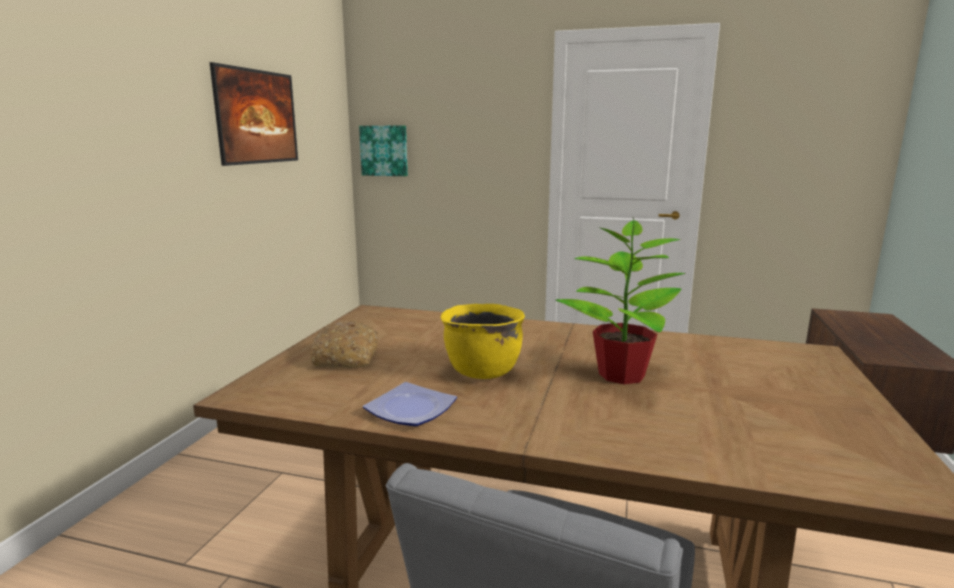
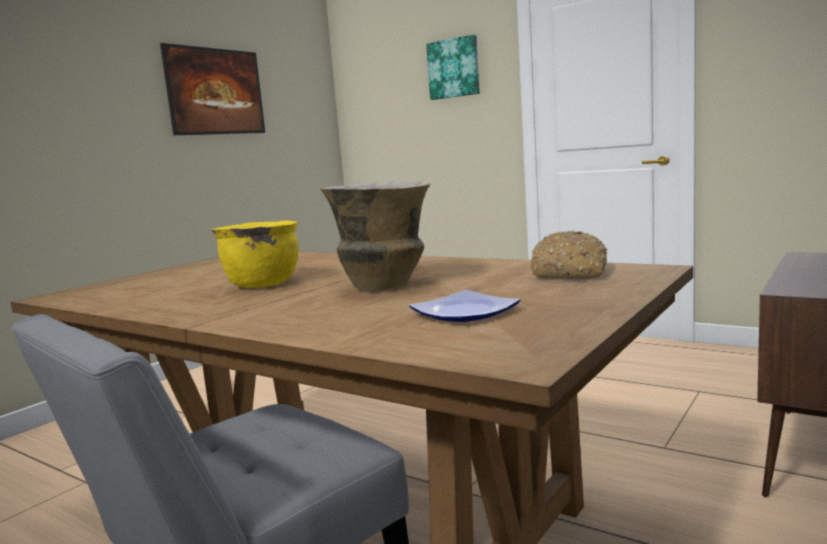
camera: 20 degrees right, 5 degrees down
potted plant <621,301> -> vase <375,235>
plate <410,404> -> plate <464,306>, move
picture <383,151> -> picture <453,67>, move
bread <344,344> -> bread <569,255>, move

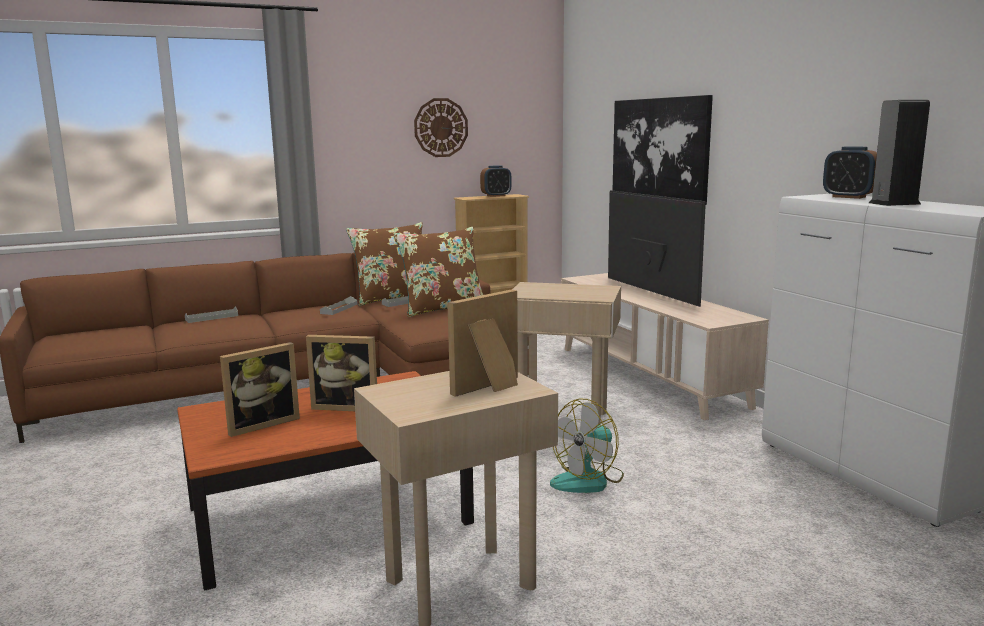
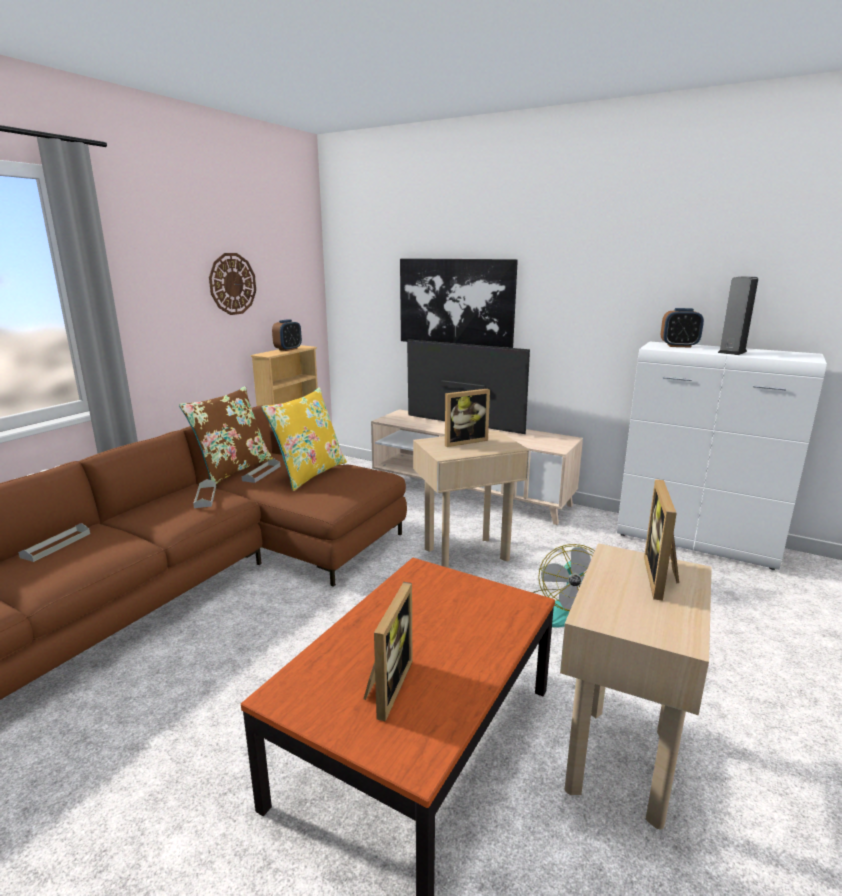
camera: 35 degrees left, 5 degrees up
brown pillow <438,272> -> yellow pillow <304,439>
picture frame <341,373> -> picture frame <467,418>, move

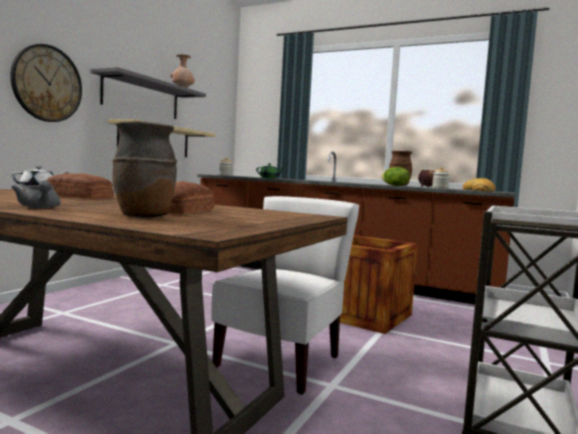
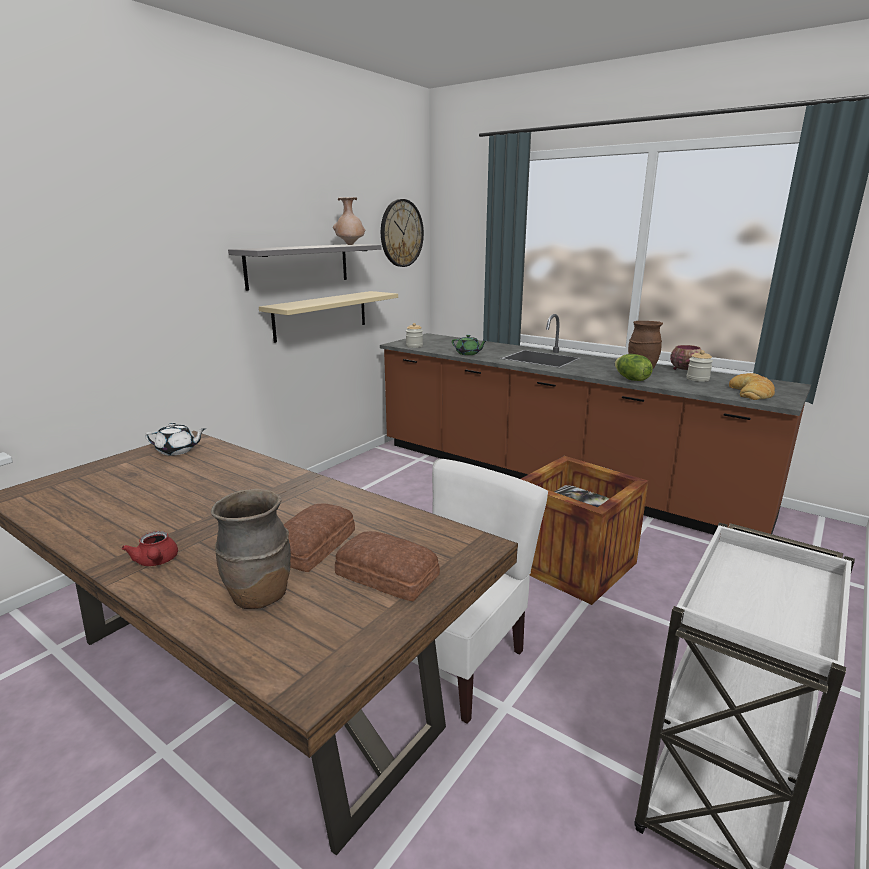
camera: 10 degrees right, 15 degrees up
grey teapot <35,194> -> red teapot <149,548>
bread <80,186> -> bread <387,566>, move
wall clock <46,83> -> wall clock <402,233>, move

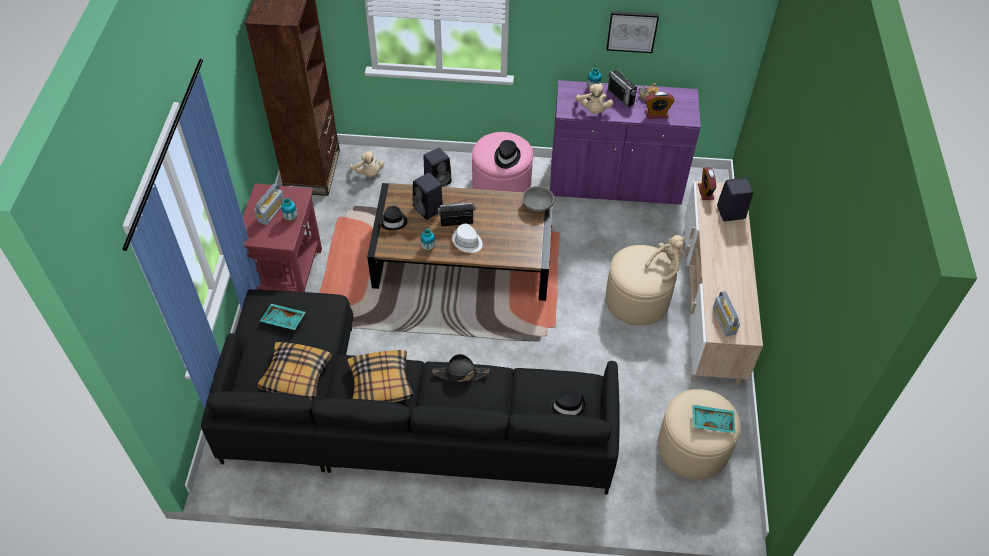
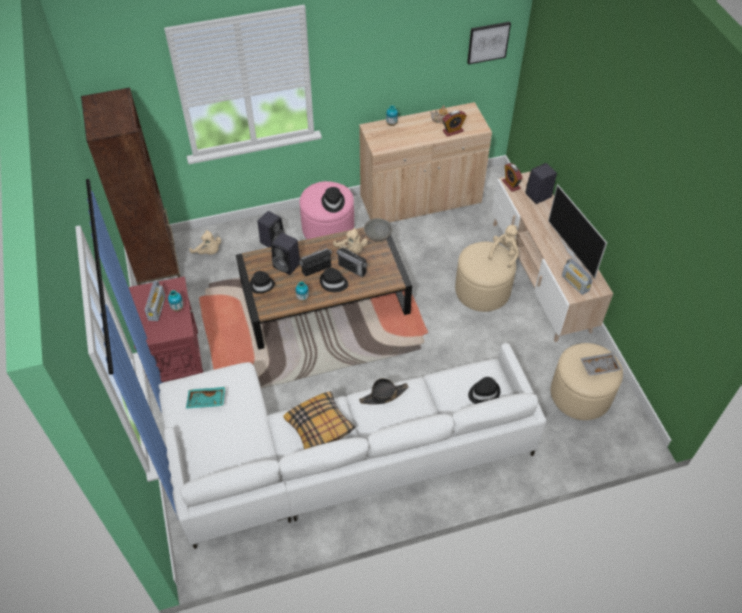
camera: 20 degrees left, 0 degrees up
black sofa <410,392> -> white sofa <352,446>
white hat <467,238> -> black hat <334,279>
beige plush toy <594,98> -> beige plush toy <350,241>, move
radio <622,86> -> radio <351,261>, move
purple cabinet <625,142> -> beige cabinet <425,162>
picture <632,32> -> picture <489,43>, move
none -> television <577,231>
turquoise tray <713,419> -> grey tray <600,364>
pillow <294,371> -> none

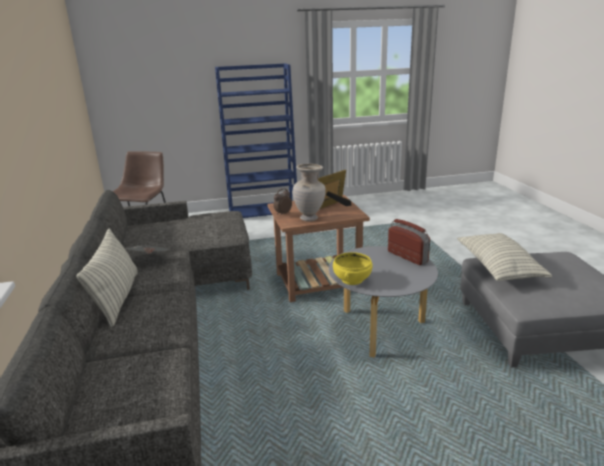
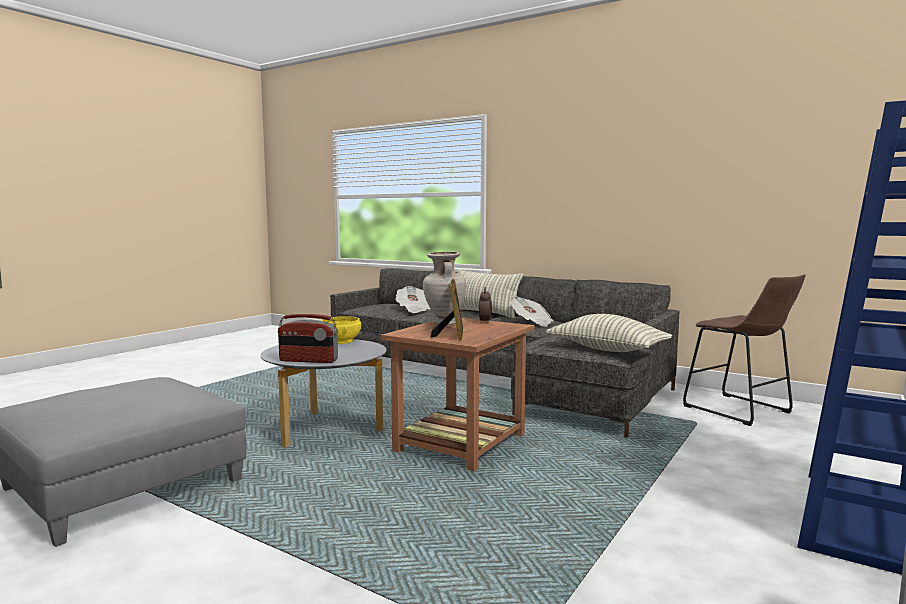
camera: 135 degrees right, 15 degrees down
none -> newspaper <412,299>
pillow <504,257> -> pillow <609,333>, move

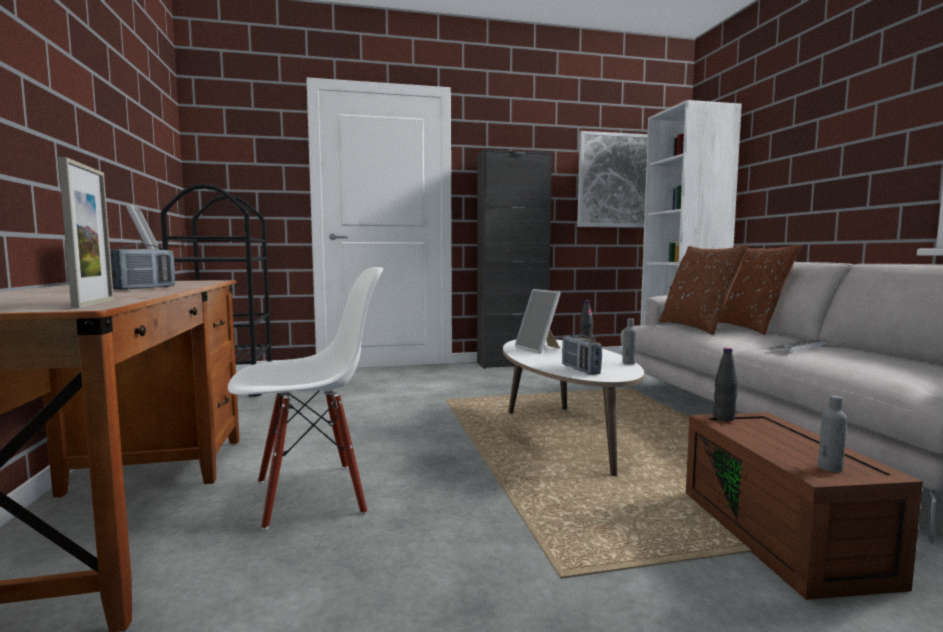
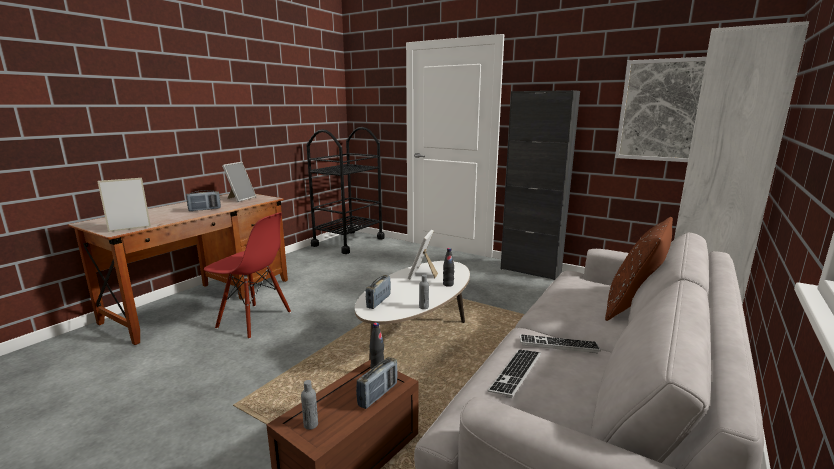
camera: 45 degrees right, 10 degrees up
picture frame <86,232> -> picture frame <124,205>, 150 degrees counterclockwise
white chair <305,398> -> red chair <247,276>
none -> radio <377,383>
none -> keyboard <514,373>
brown pillow <704,289> -> none

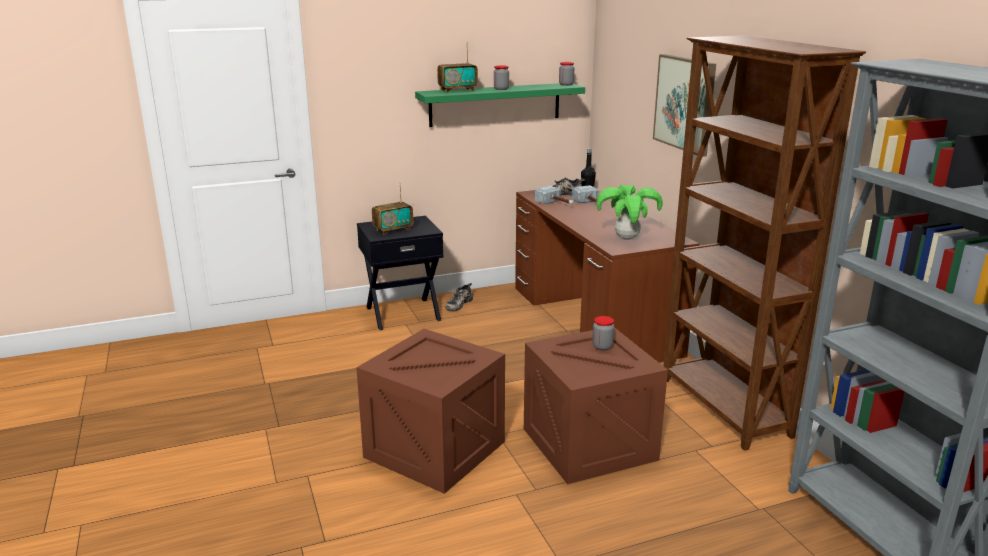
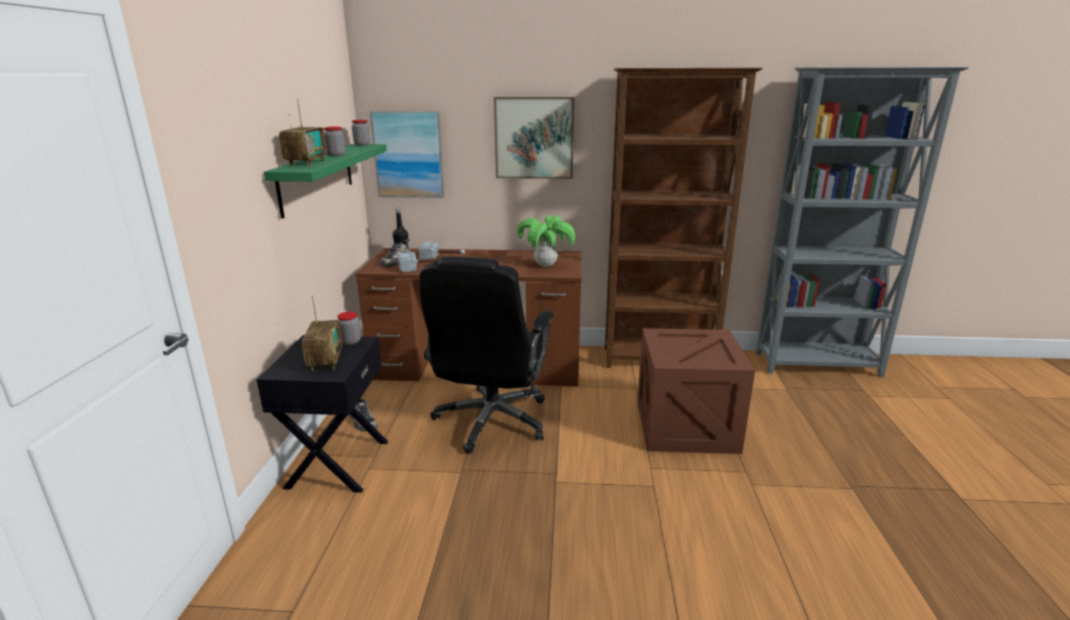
camera: 65 degrees left, 0 degrees up
jar <603,333> -> jar <349,328>, move
none -> picture <407,154>
none -> black office chair <487,355>
crate <430,411> -> none

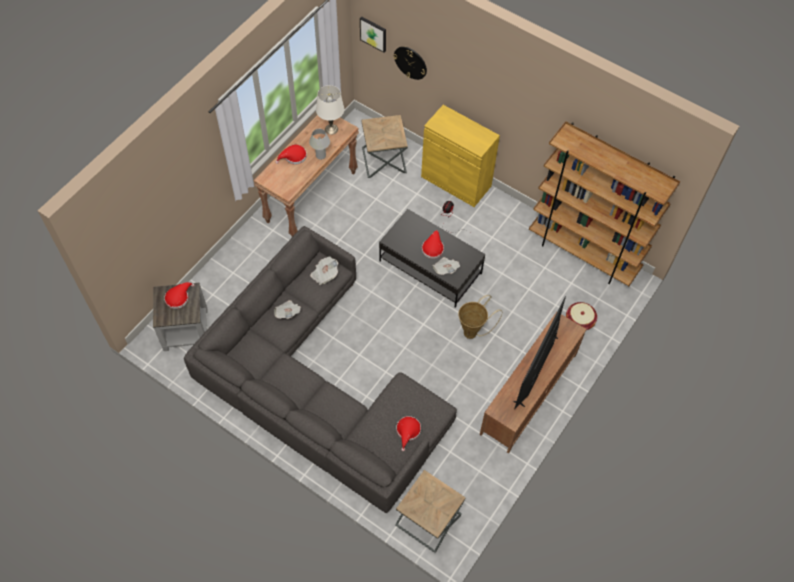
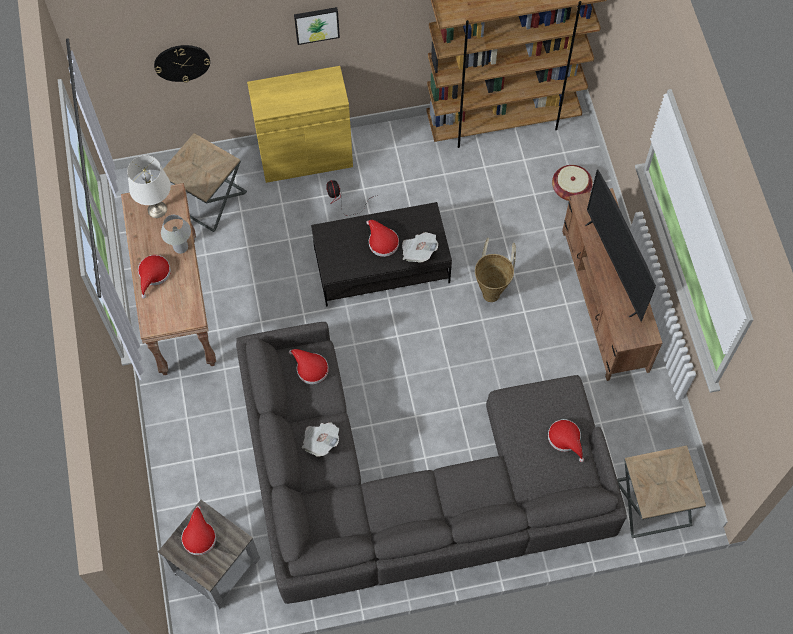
camera: 45 degrees left, 5 degrees up
newspaper <324,270> -> red hat <309,366>
picture <373,34> -> picture <317,26>, move

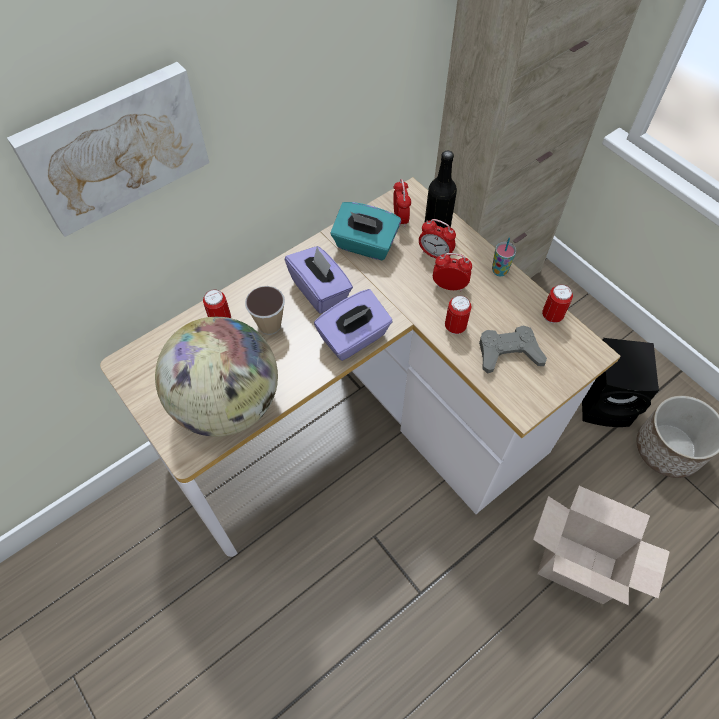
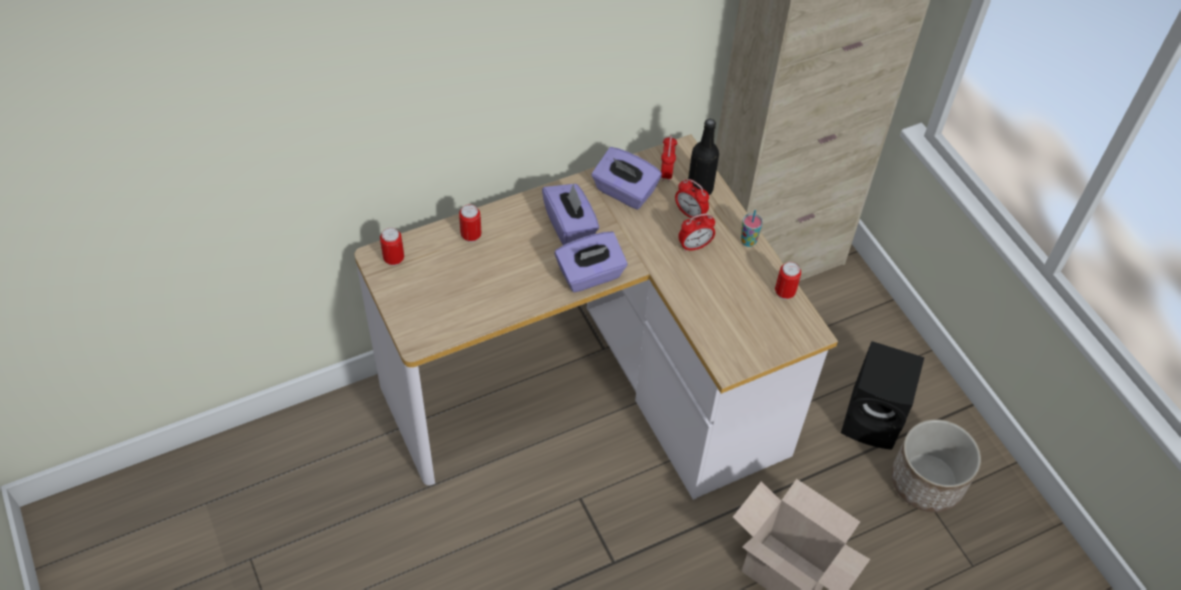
camera: 10 degrees right, 5 degrees down
can <458,315> -> can <392,247>, move
turquoise tissue box <365,231> -> purple tissue box <627,178>
alarm clock <452,272> -> alarm clock <696,232>, 135 degrees clockwise
picture <108,149> -> none
globe <216,377> -> none
cup <265,310> -> none
grey game controller <513,350> -> none

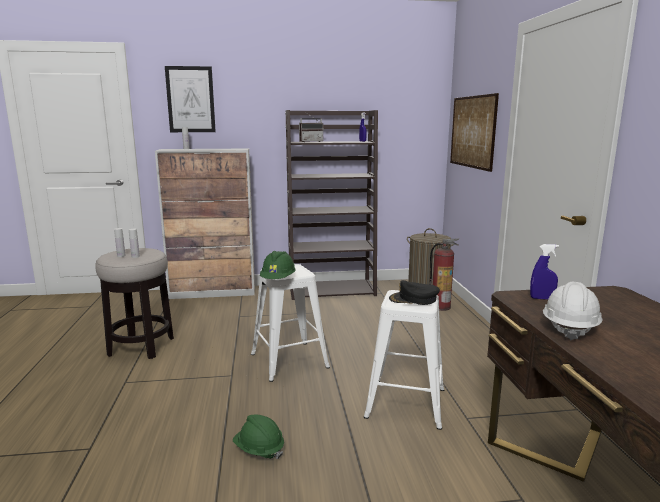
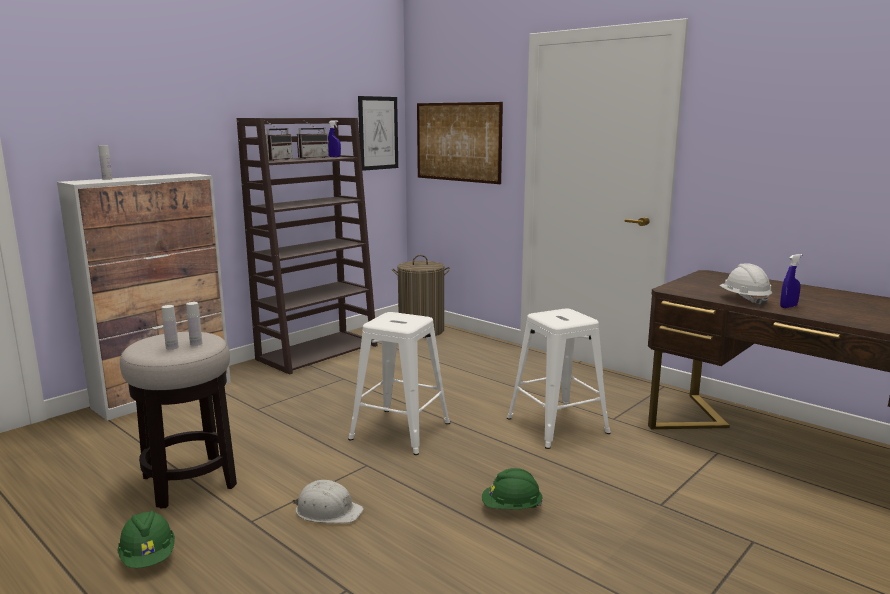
camera: 40 degrees left, 0 degrees up
green hard hat <278,265> -> green hard hat <146,539>, move
none -> white hard hat <328,501>
none -> radio <313,140>
picture <190,99> -> picture <378,133>, move
blue spray bottle <544,272> -> blue spray bottle <791,281>, move
black cap <414,292> -> none
fire extinguisher <444,274> -> none

